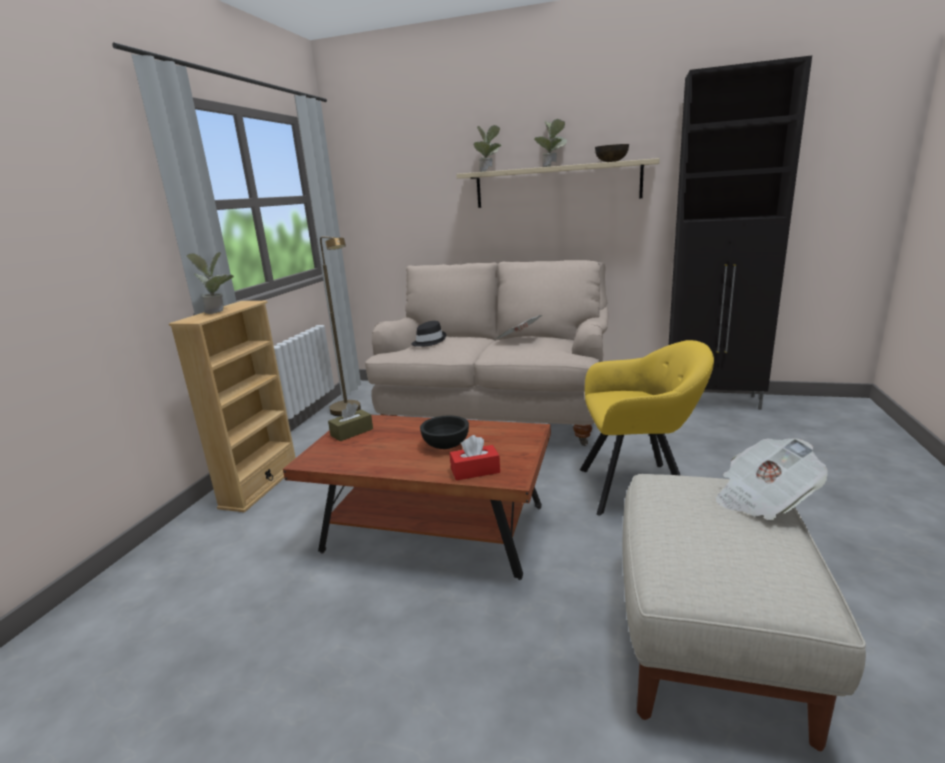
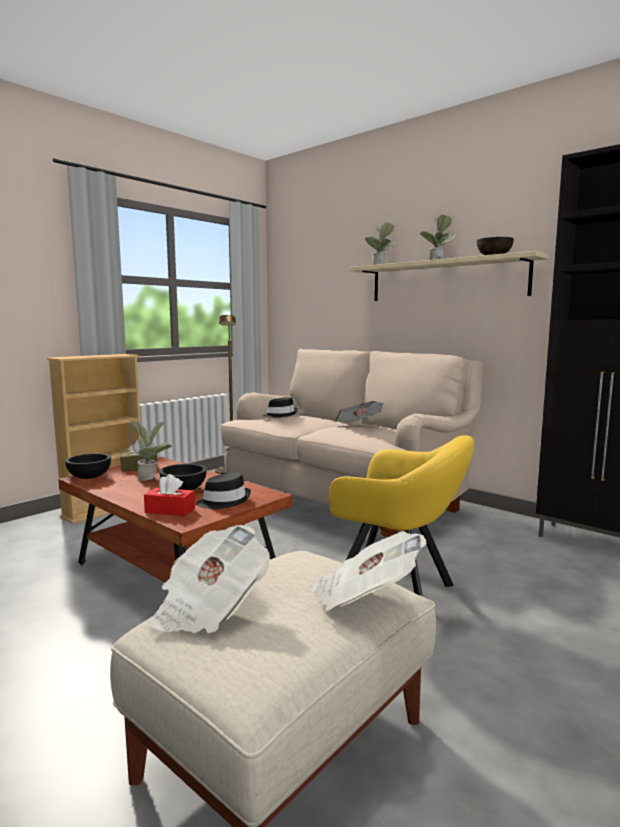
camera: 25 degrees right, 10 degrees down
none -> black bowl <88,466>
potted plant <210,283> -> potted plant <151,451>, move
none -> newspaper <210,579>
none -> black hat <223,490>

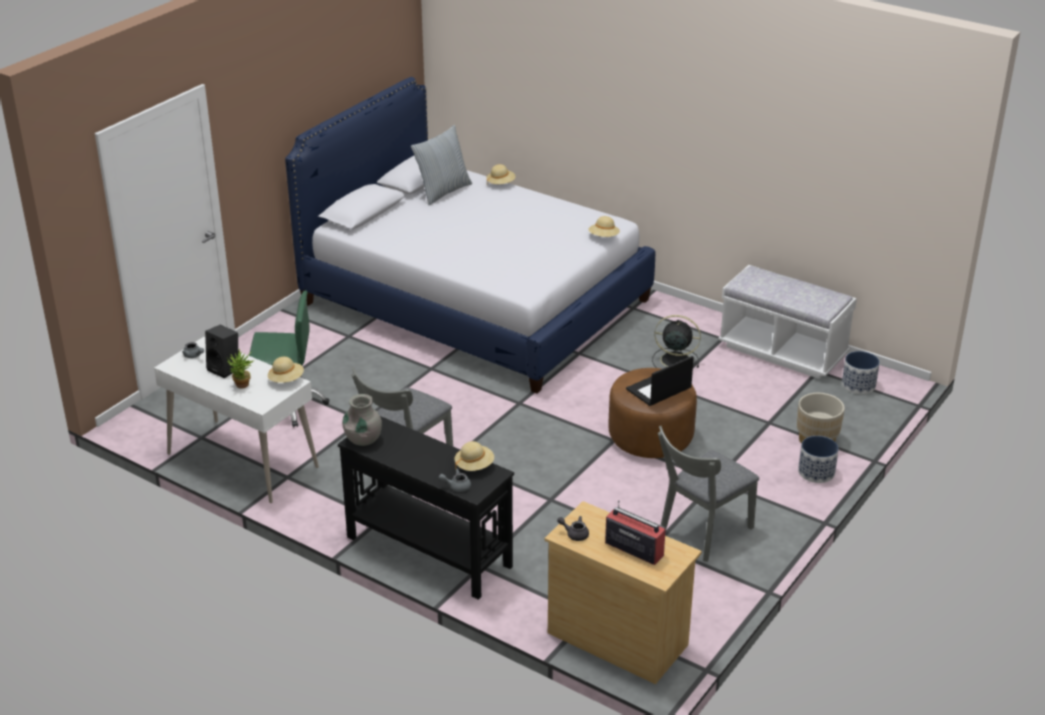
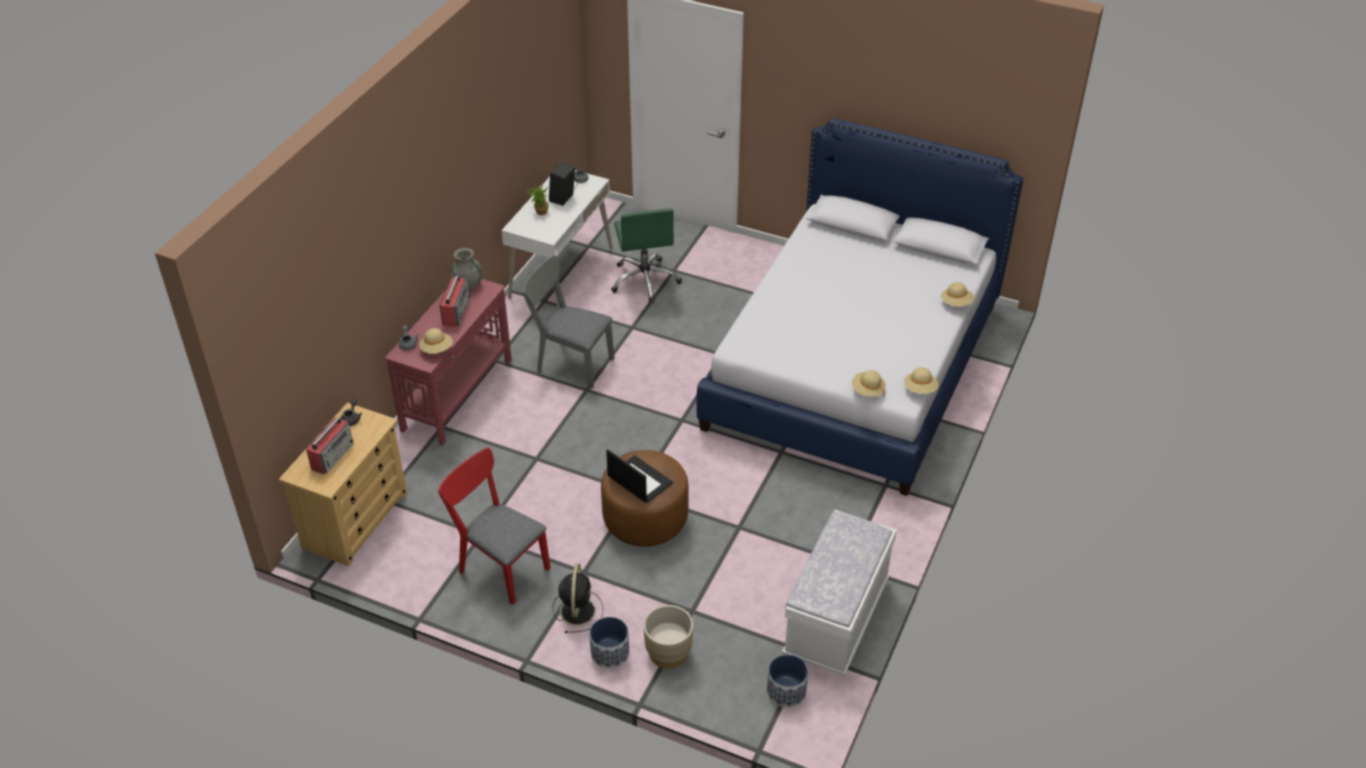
camera: 80 degrees right, 10 degrees up
black console table <426,508> -> red console table <448,362>
grey chair <708,494> -> red chair <494,526>
none -> radio <455,300>
black fan <676,341> -> black fan <577,598>, move
beige hat <286,370> -> beige hat <921,380>, move
pillow <441,165> -> none

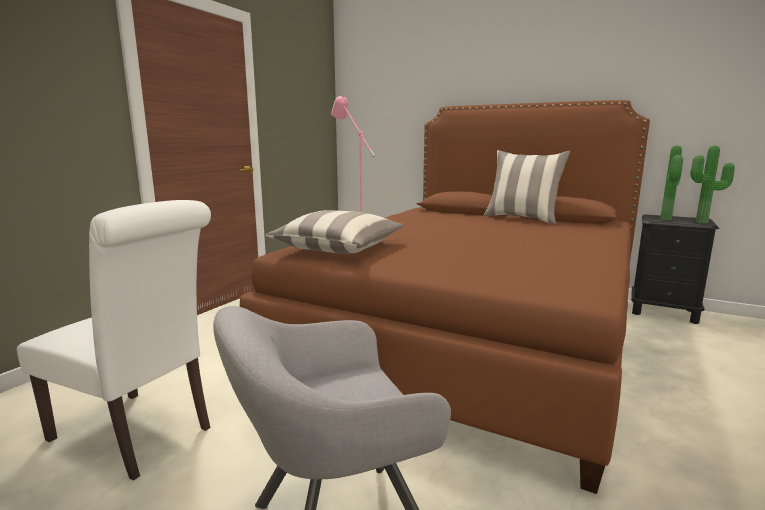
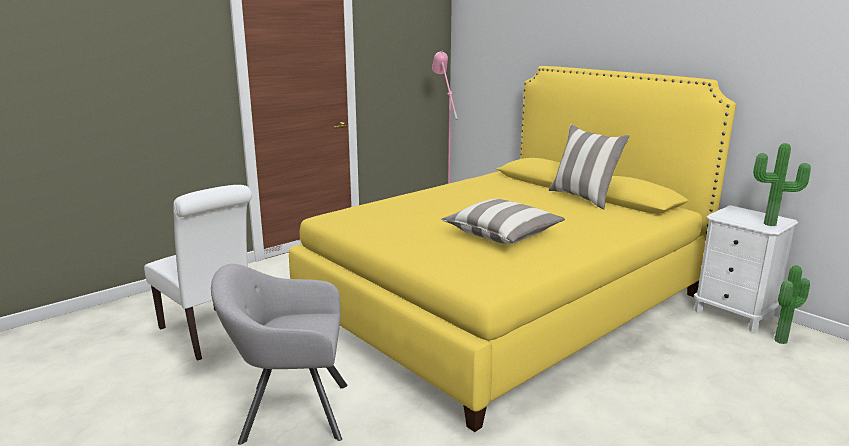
camera: 20 degrees right, 5 degrees up
brown bed <445,297> -> yellow bed <512,249>
pillow <335,232> -> pillow <503,221>, move
black nightstand <675,269> -> white nightstand <746,268>
potted plant <671,182> -> potted plant <792,305>, move

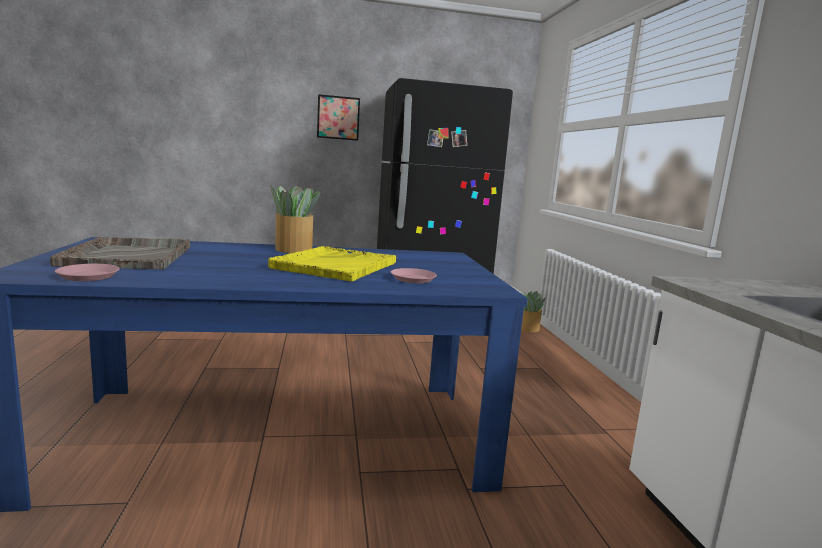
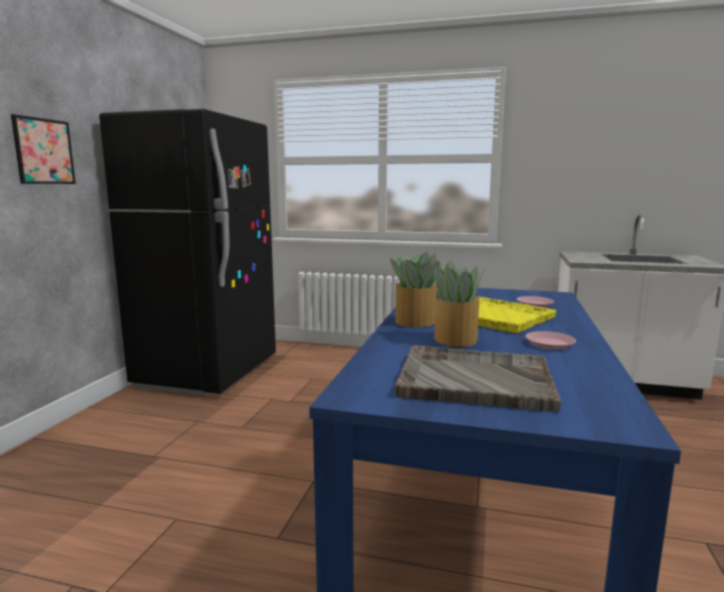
camera: 65 degrees left, 0 degrees up
potted plant <533,311> -> potted plant <457,303>, move
pink plate <87,272> -> pink plate <550,340>, move

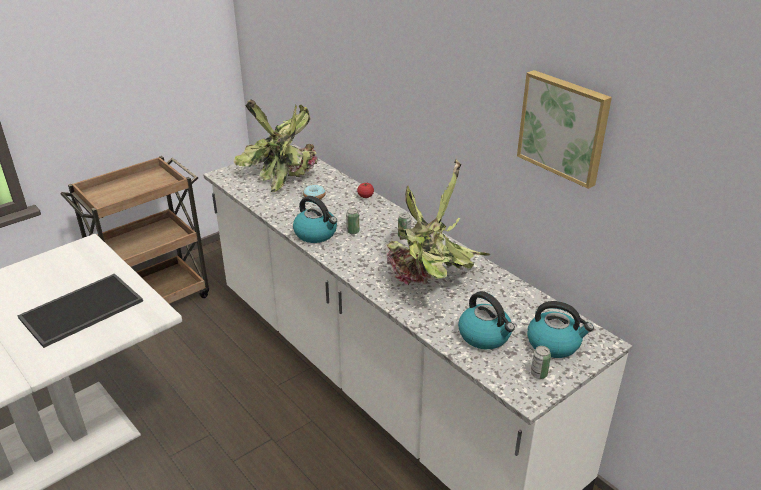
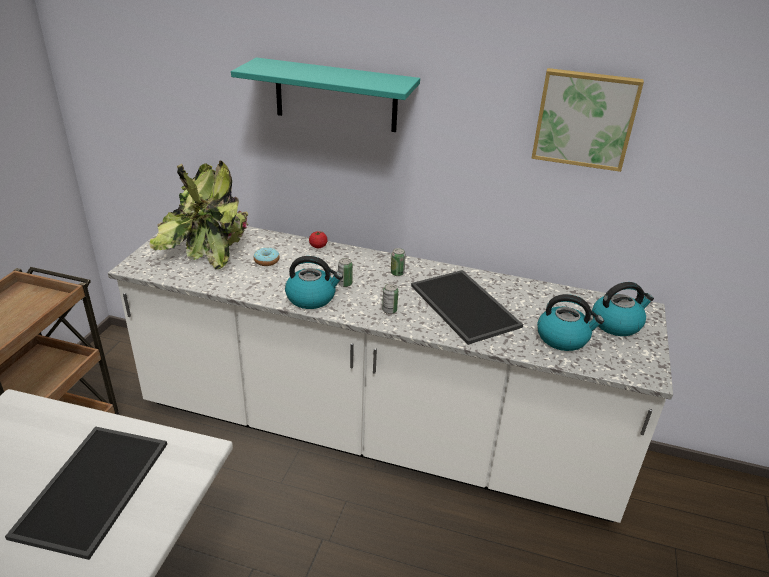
camera: 35 degrees left, 0 degrees up
none -> turquoise shelf <325,94>
can <541,362> -> can <390,299>, move
potted plant <438,222> -> tray <467,307>

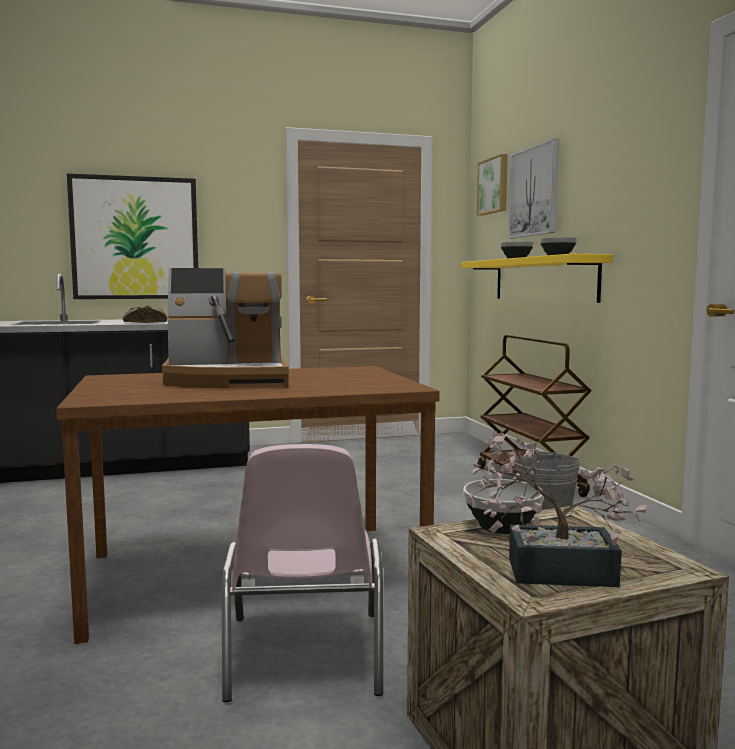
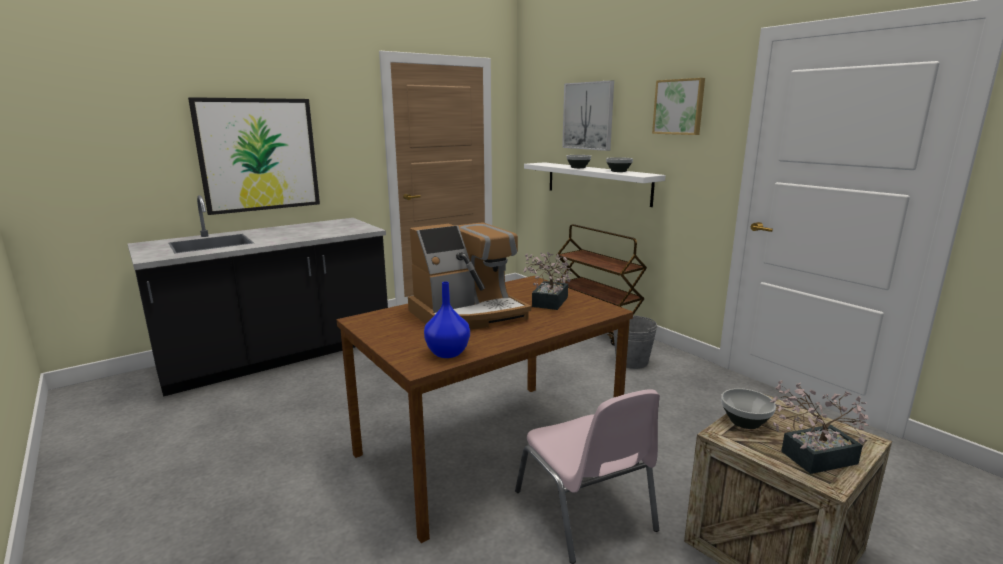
camera: 20 degrees left, 10 degrees up
none -> blue vase <447,320>
none -> potted plant <547,281>
yellow shelf <537,278> -> white shelf <595,184>
picture <492,185> -> picture <678,106>, move
bread <145,314> -> none

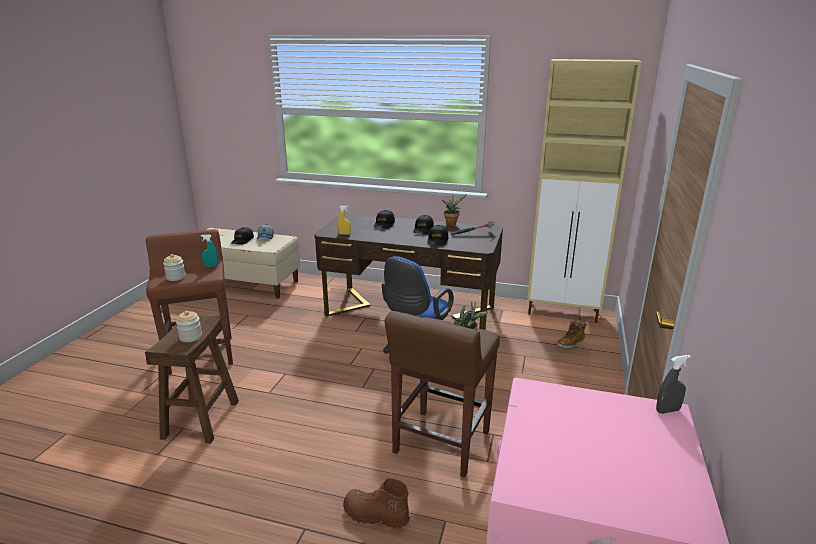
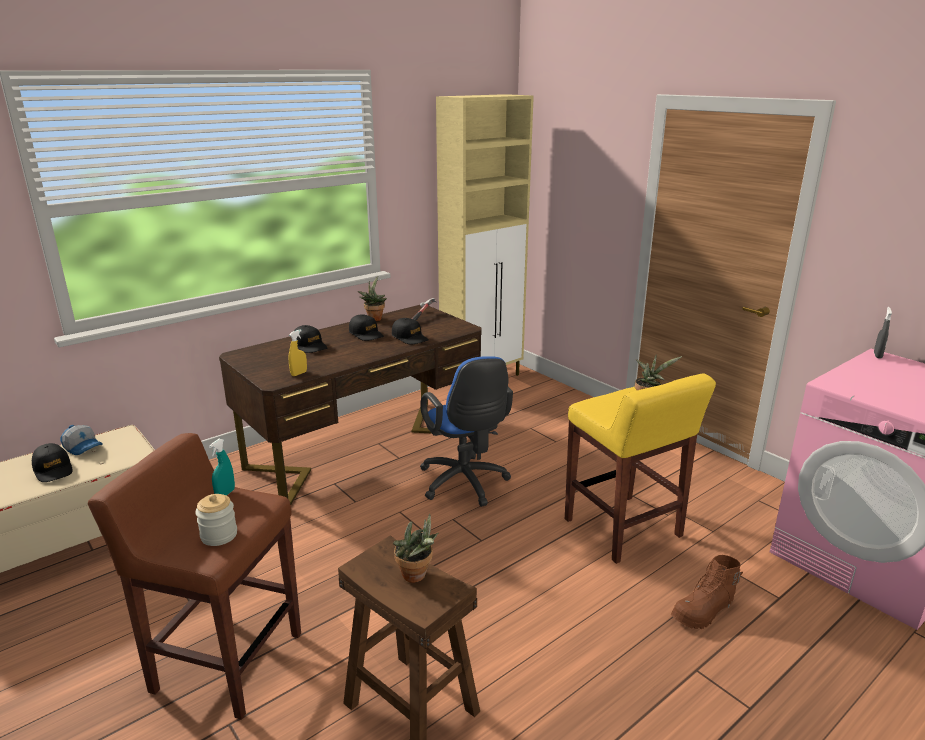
camera: 55 degrees left, 0 degrees up
jar <189,326> -> potted plant <415,548>
brown stool <442,394> -> yellow stool <640,469>
boot <571,334> -> none

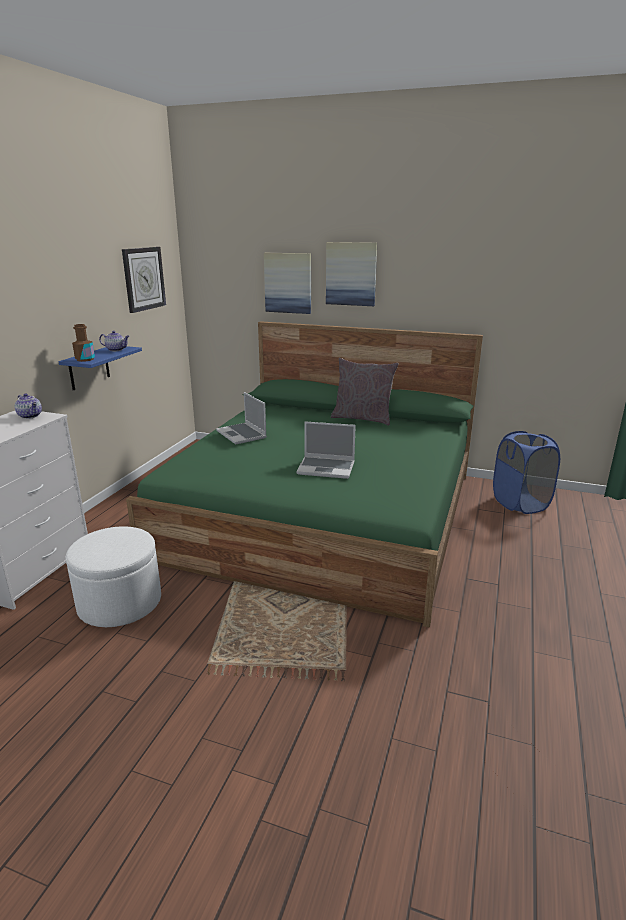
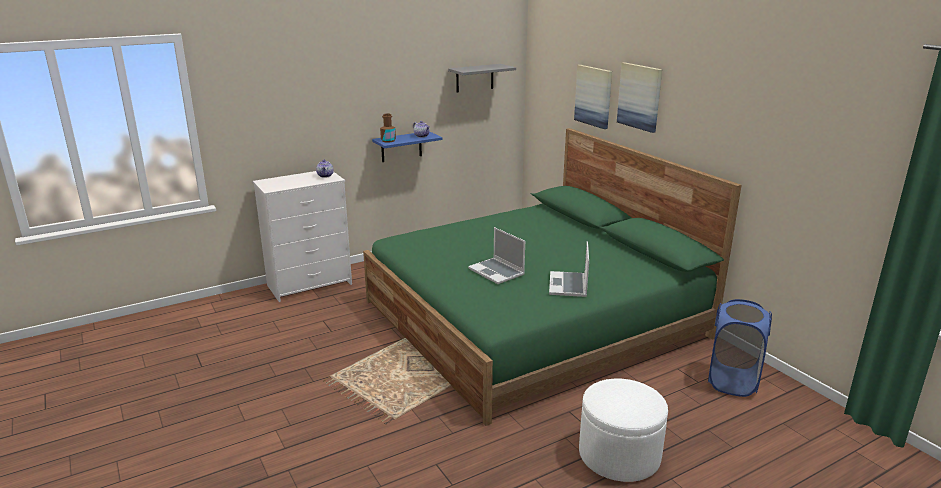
camera: 40 degrees right, 0 degrees up
wall clock <144,280> -> grey shelf <482,78>
laptop <241,418> -> laptop <569,269>, move
white ottoman <113,576> -> white ottoman <623,430>, move
grey pillow <365,392> -> none

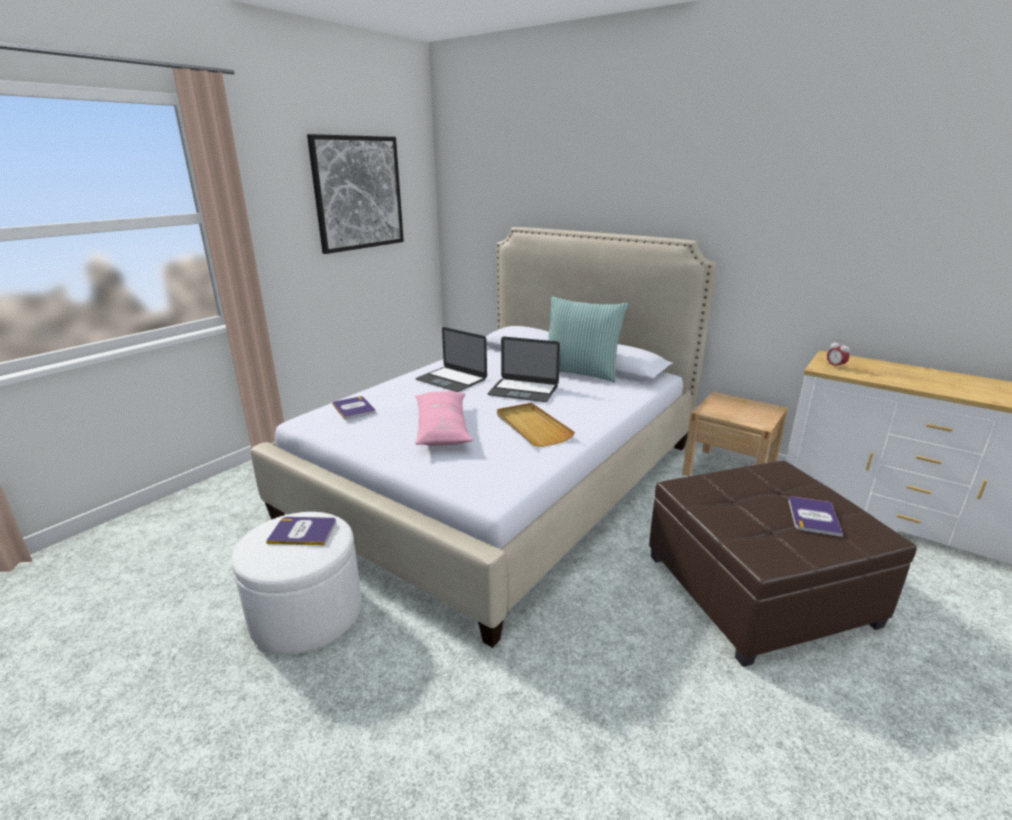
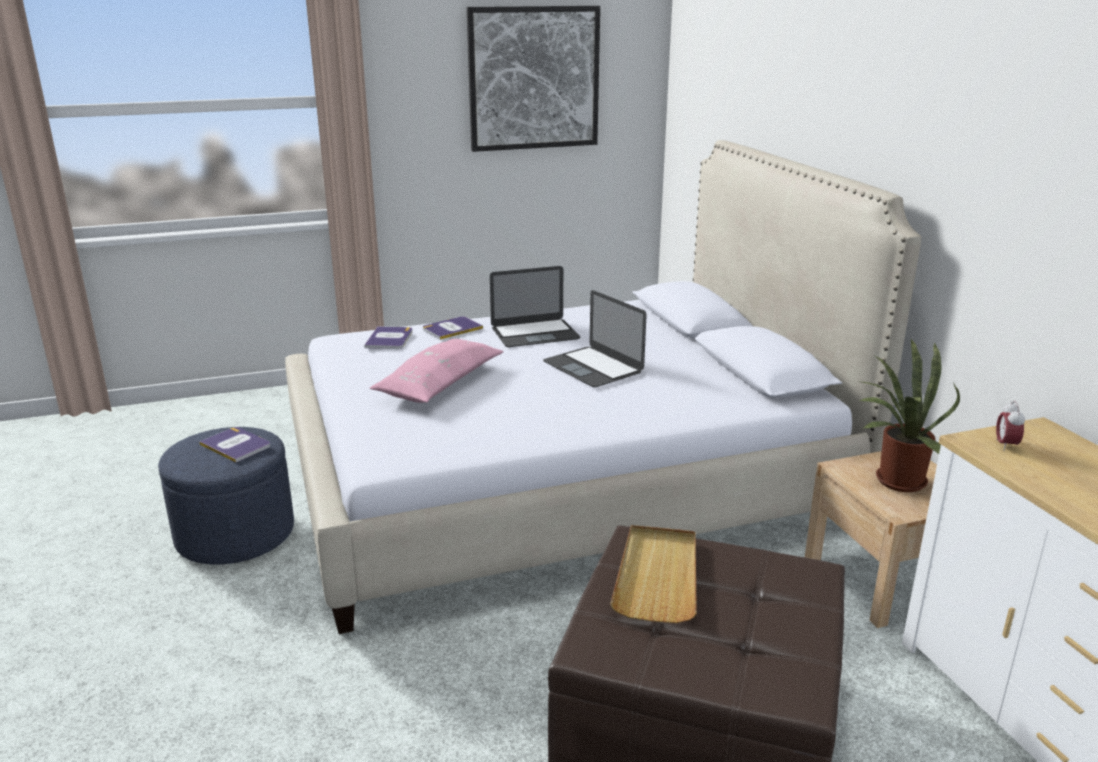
camera: 35 degrees right, 0 degrees up
white ottoman <296,583> -> blue ottoman <226,496>
book <815,517> -> book <453,328>, move
laptop <451,359> -> laptop <535,306>, 90 degrees counterclockwise
beige tray <536,425> -> beige tray <653,574>, move
none -> potted plant <909,415>
pillow <588,339> -> none

